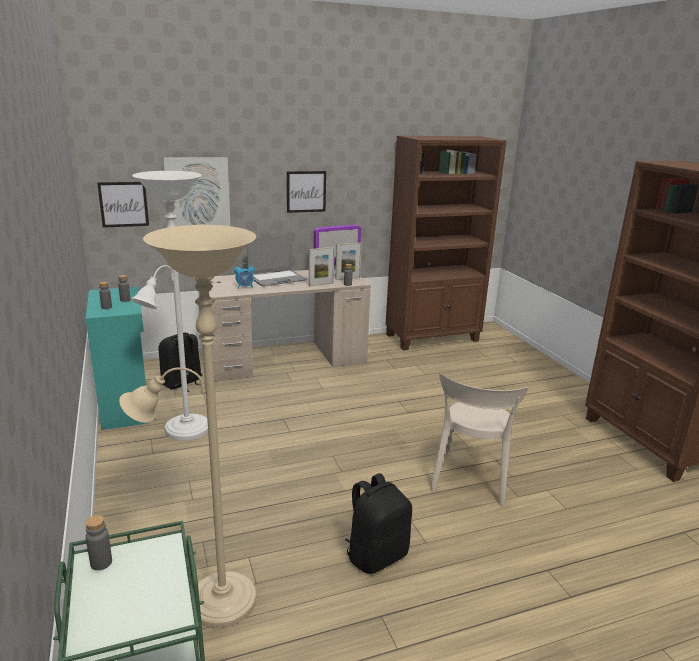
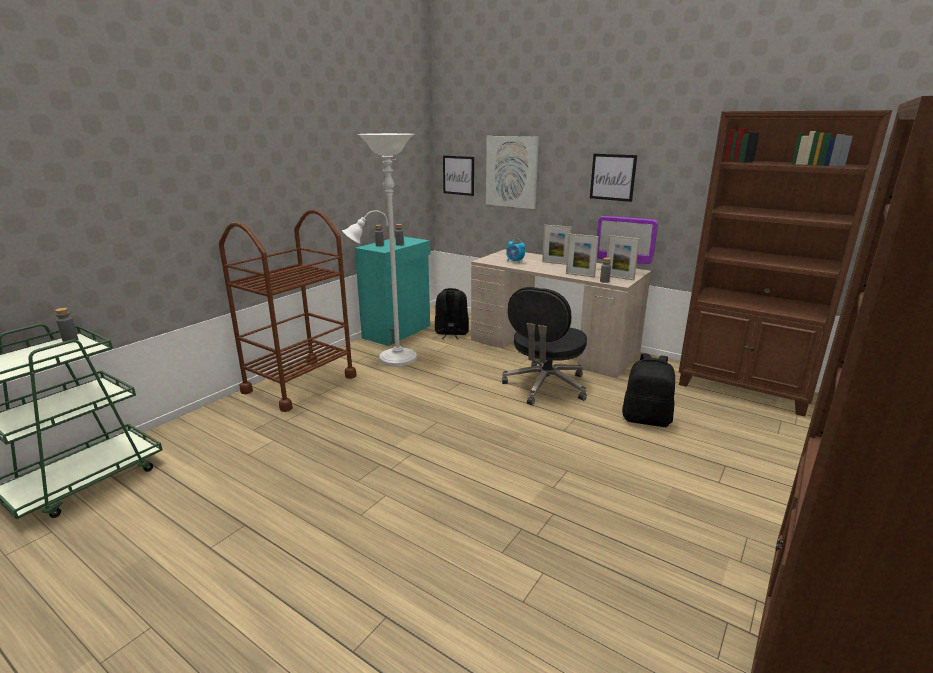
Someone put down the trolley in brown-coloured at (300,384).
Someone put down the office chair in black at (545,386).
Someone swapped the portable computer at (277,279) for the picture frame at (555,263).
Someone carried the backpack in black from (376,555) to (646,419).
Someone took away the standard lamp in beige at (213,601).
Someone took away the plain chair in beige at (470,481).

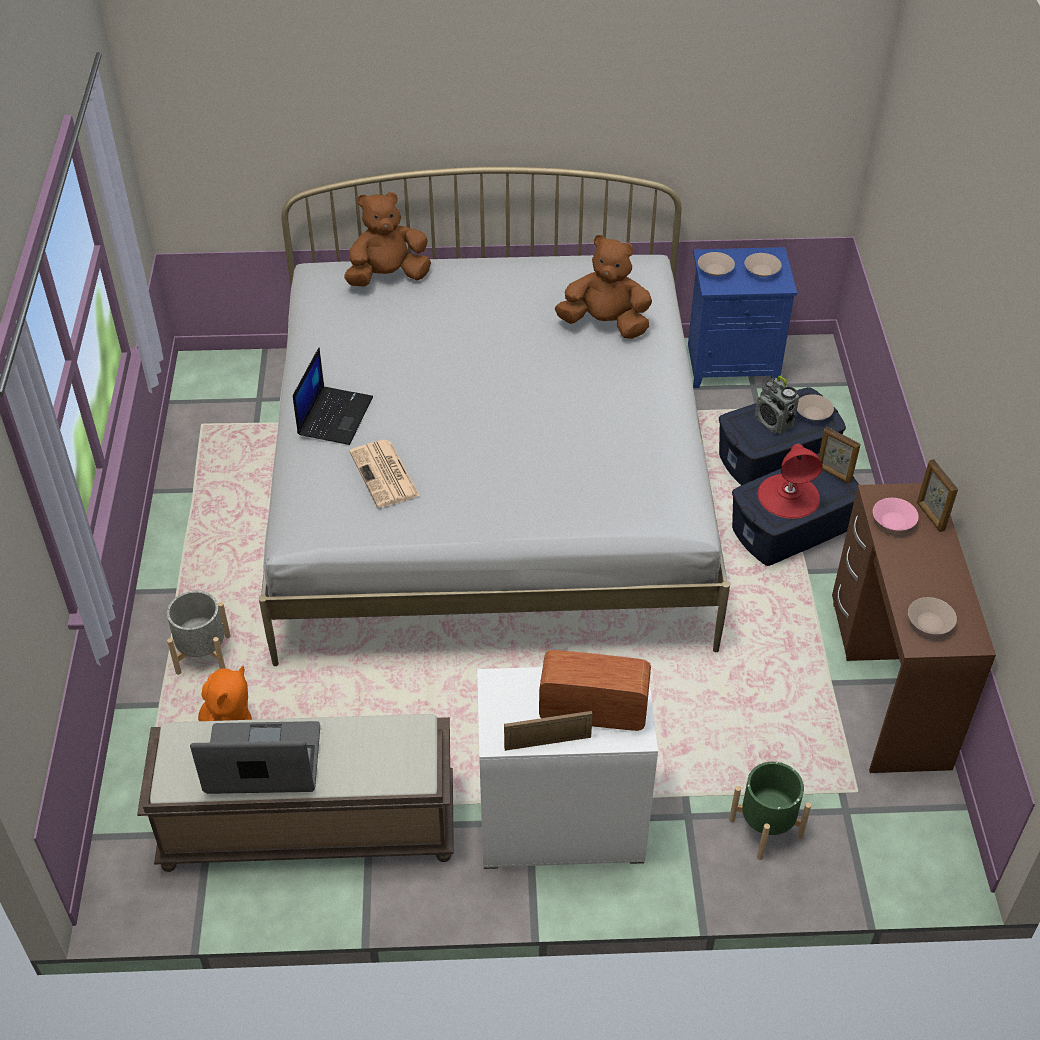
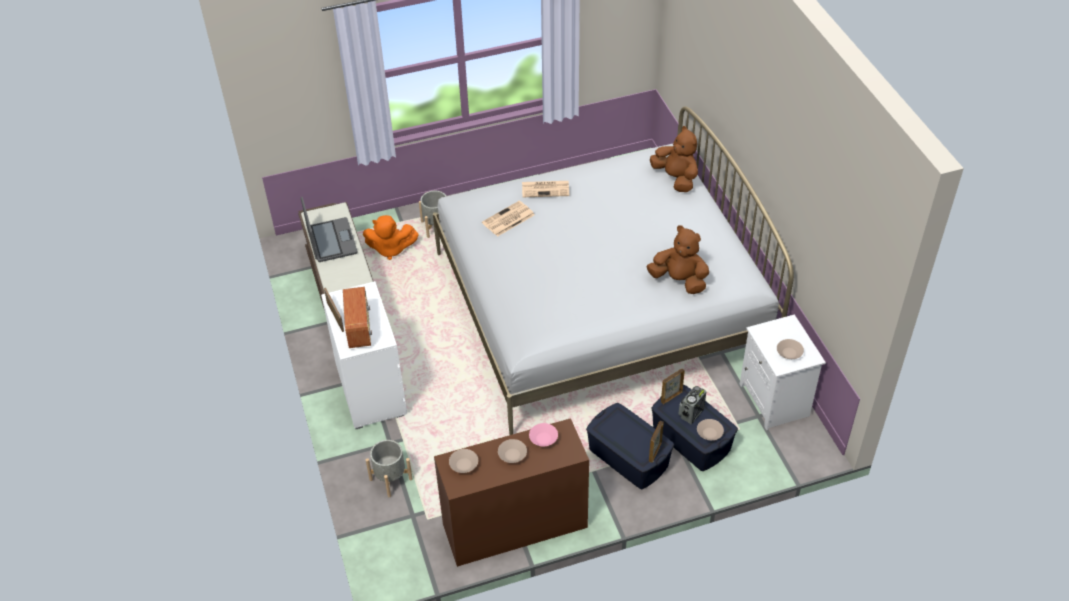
Someone repainted the flower pot in green-coloured at (766,828), which became the flower pot in grey at (391,479).
Someone carried the serving bowl in beige from (714,271) to (512,455).
Someone swapped the portable computer at (334,415) for the daily paper at (546,189).
Someone rotated the cuddly toy in brown-coloured at (605,324) by 60 degrees counterclockwise.
Someone carried the picture frame from (930,516) to (671,397).
Someone repainted the night table in blue-coloured at (733,364), which became the night table in white-coloured at (776,401).
Someone took away the lamp for a table in red-coloured at (789,496).

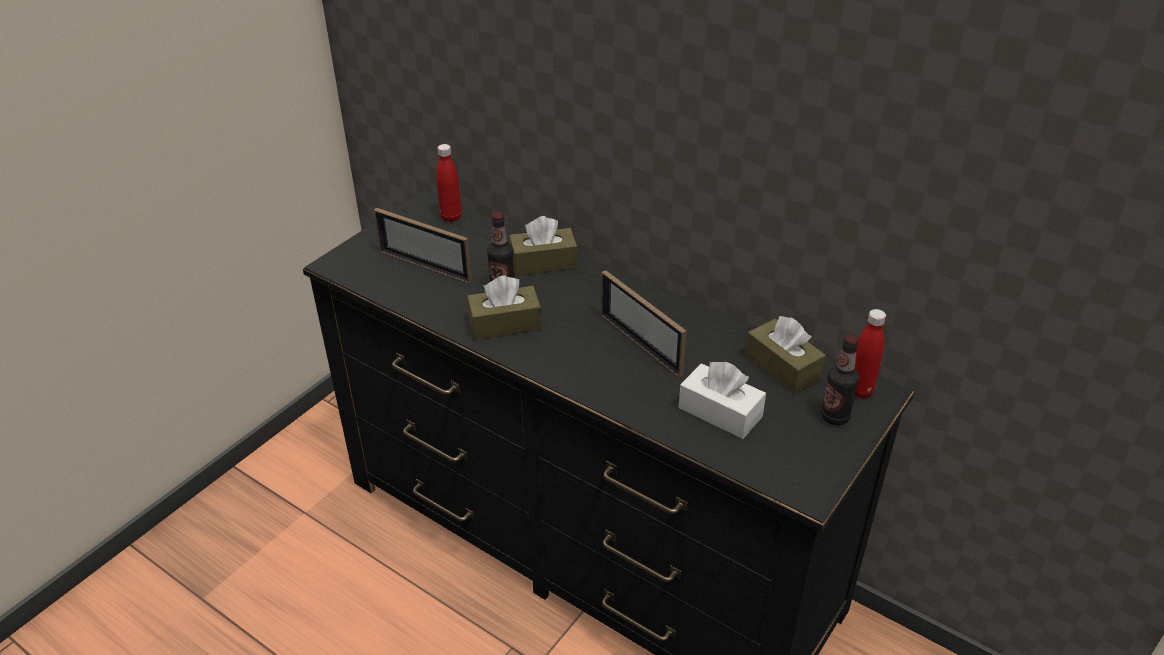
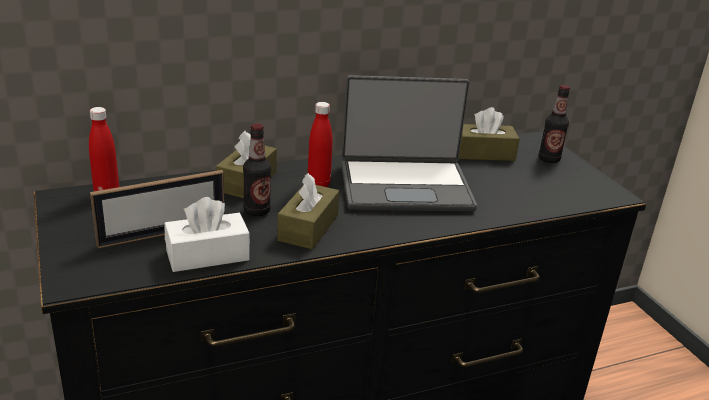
Someone carried the box of tissues in white-coloured from (720,412) to (207,255).
Someone carried the beverage bottle in red-coloured from (859,391) to (318,184).
Someone swapped the picture frame at (640,344) for the portable computer at (405,186).

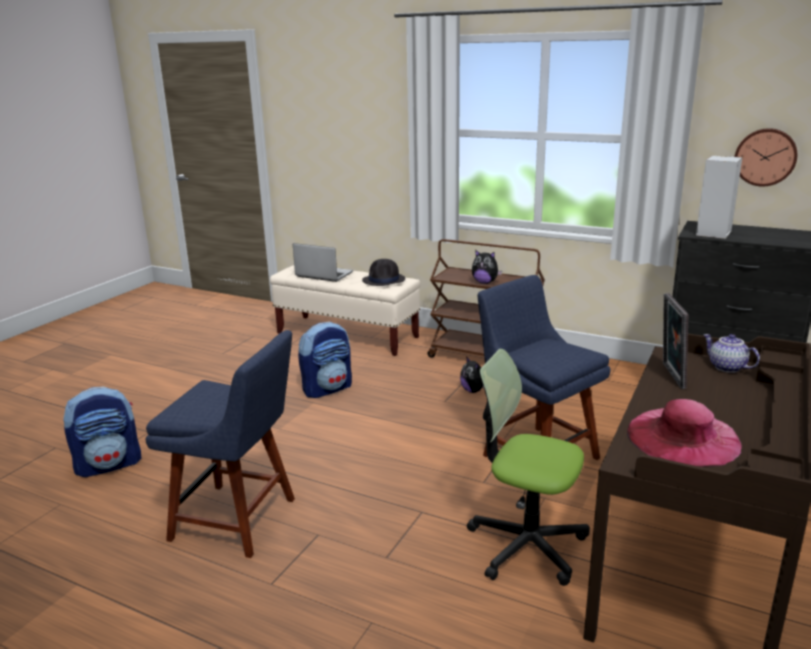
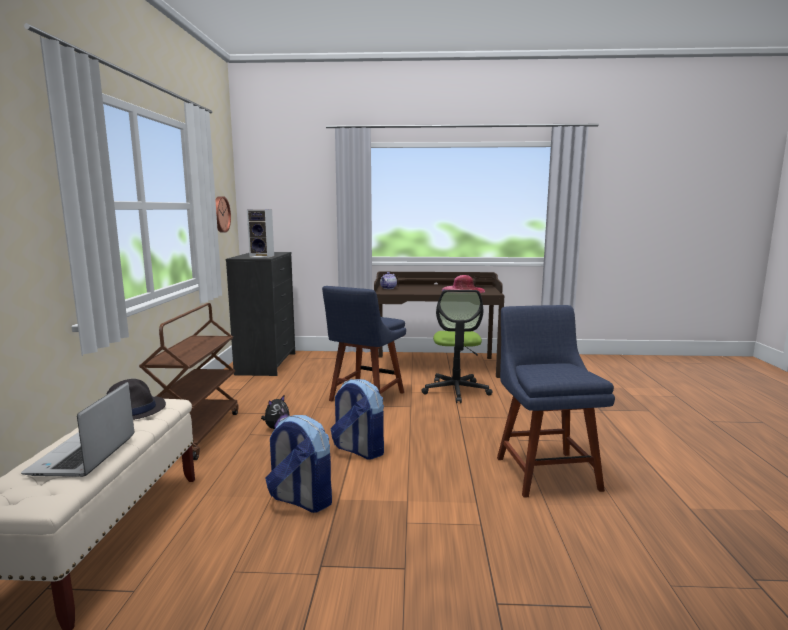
Someone carried the backpack from (109,464) to (358,450).
Someone took away the cuddly toy at (485,282).
Someone took away the picture frame at (670,376).

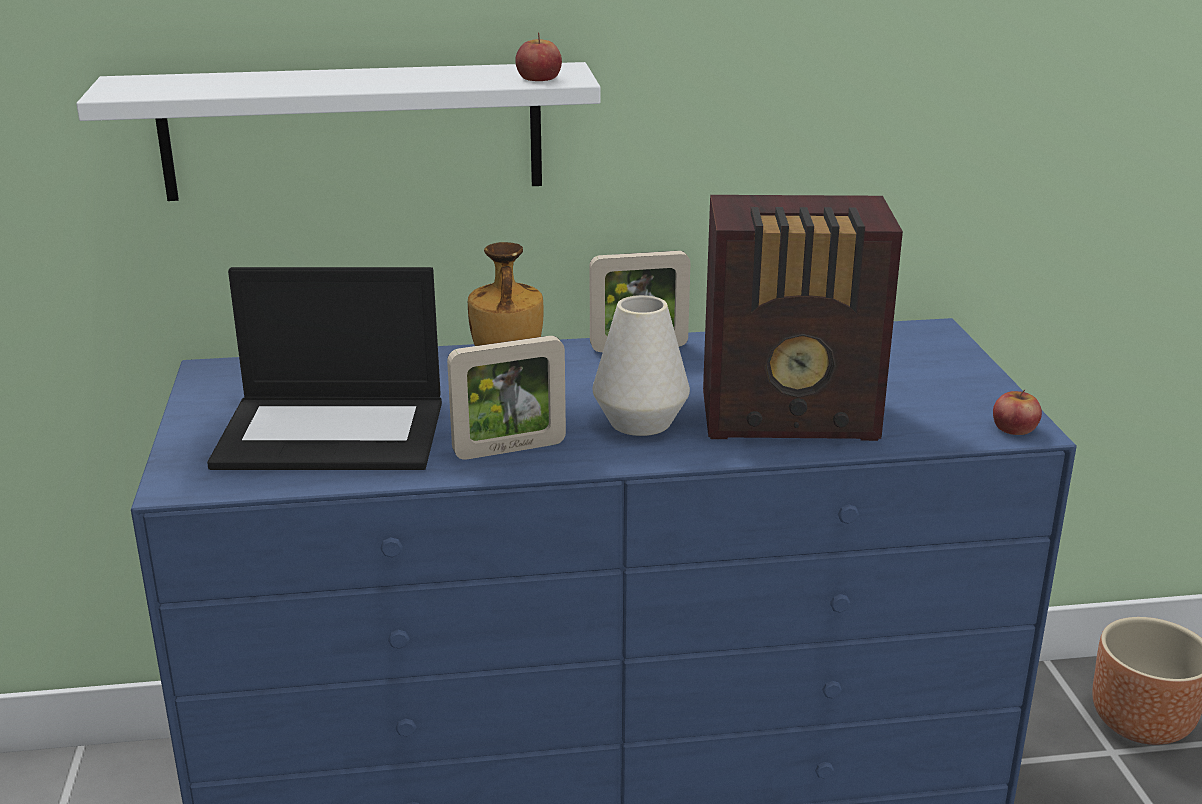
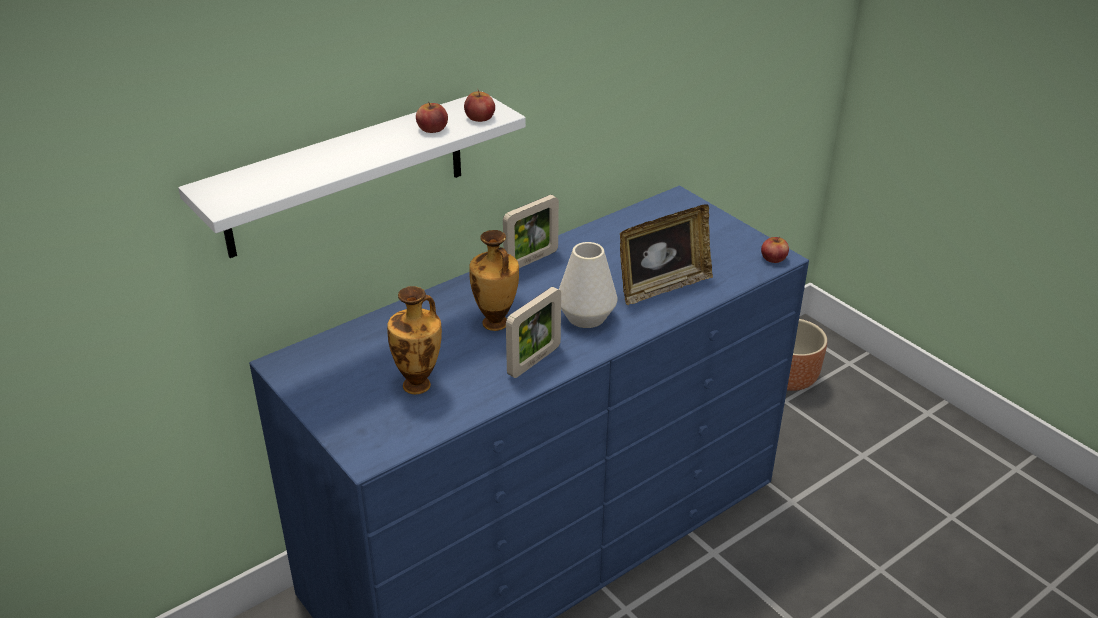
Someone swapped the portable computer at (334,432) for the flower vase at (419,385).
Someone put down the apple at (432,128).
Someone swapped the radio receiver at (793,418) for the picture frame at (662,287).

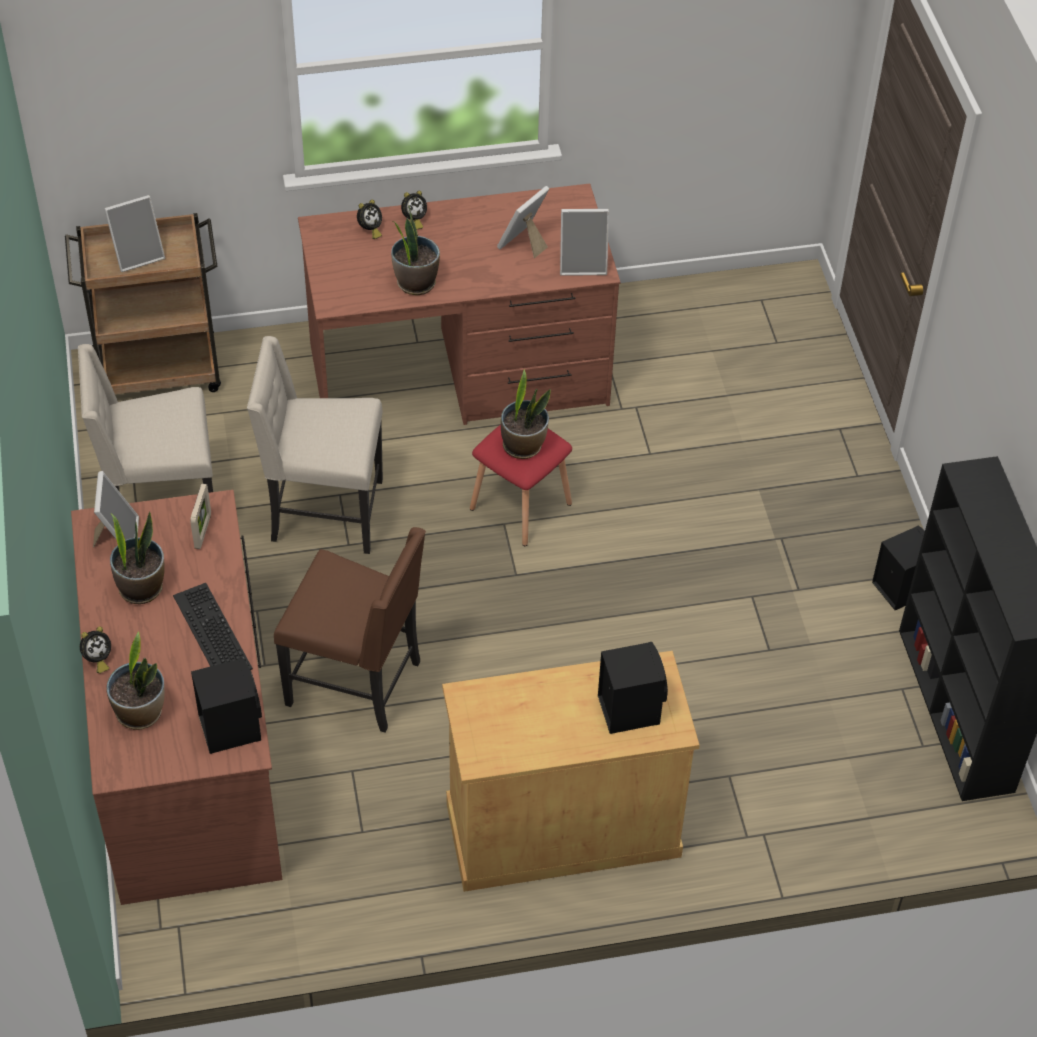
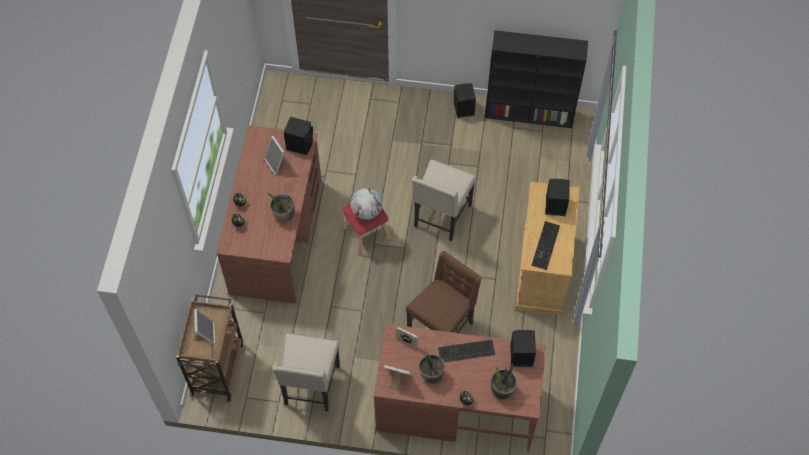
Someone swapped the picture frame at (583,263) for the loudspeaker in black at (300,144).
Someone swapped the houseplant at (523,445) for the world globe at (366,211).
Someone carried the plain chair in beige from (324,512) to (441,216).
Someone put down the computer keyboard at (546,246).

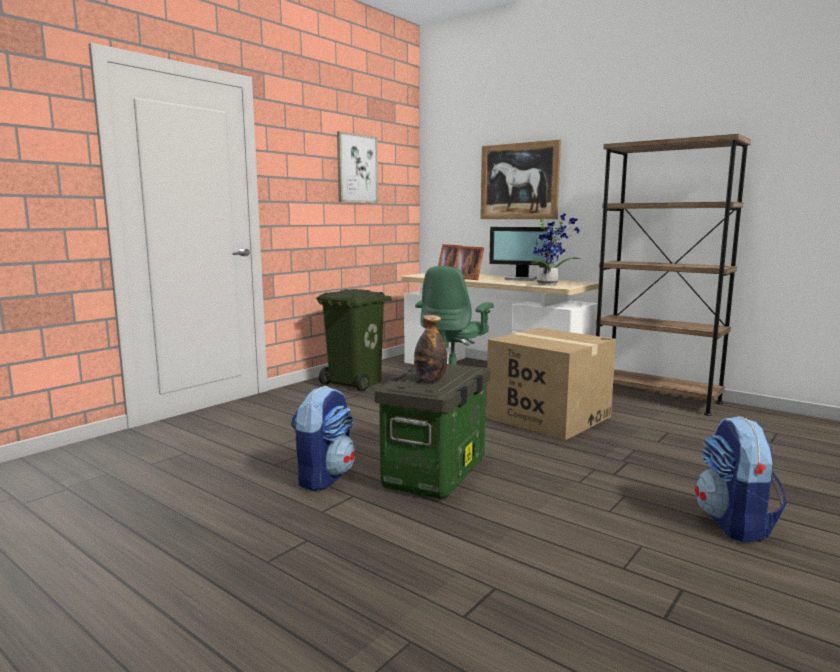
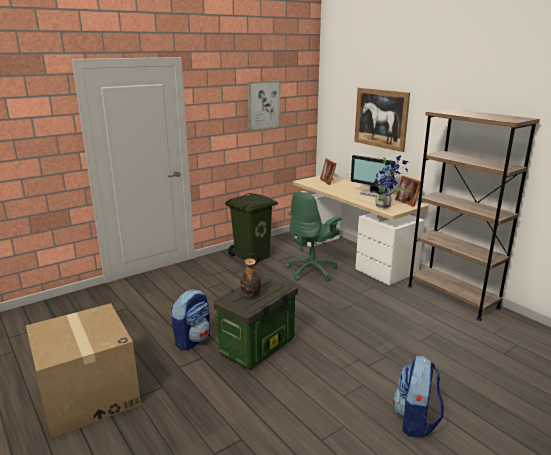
Someone carried the cardboard box from (548,417) to (88,395).
Someone carried the picture frame from (468,278) to (407,202).

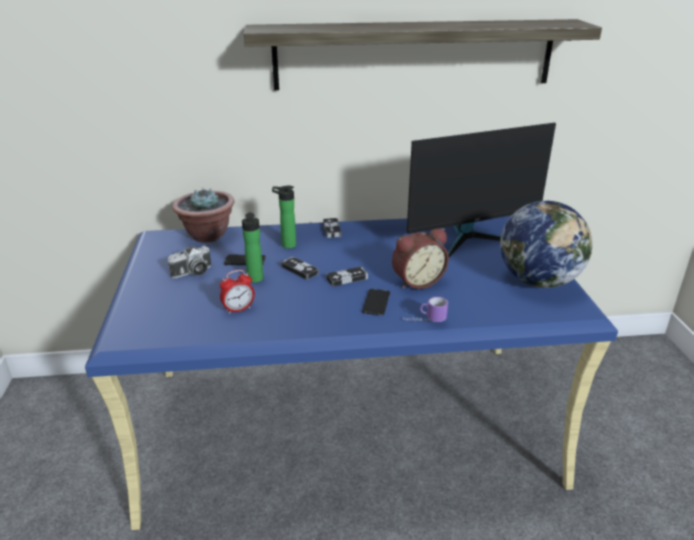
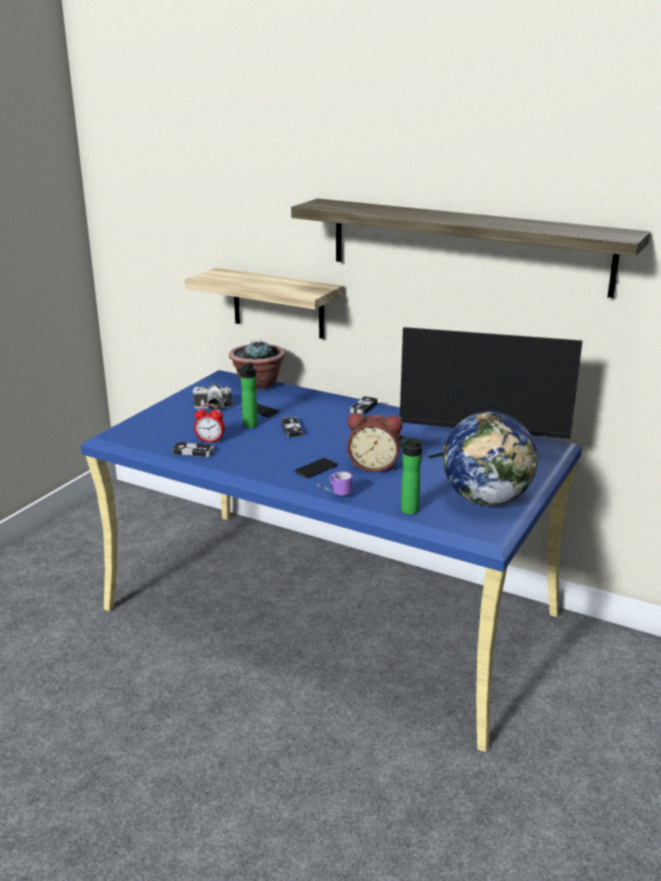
Someone carried the game controller from (347,278) to (193,452).
Someone put up the shelf at (278,303).
Someone carried the beverage bottle from (286,245) to (406,509).

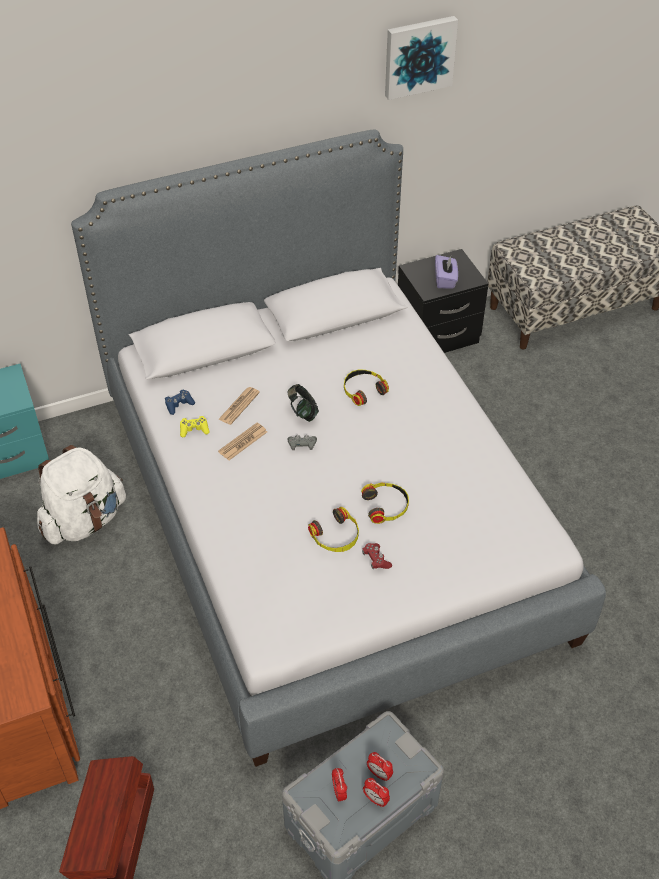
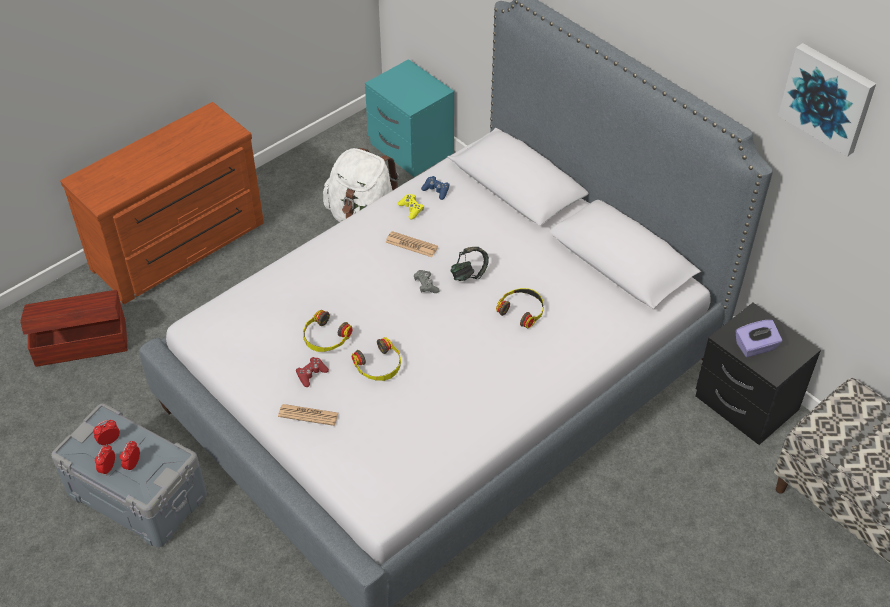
Someone carried the daily paper from (239,406) to (308,415).

